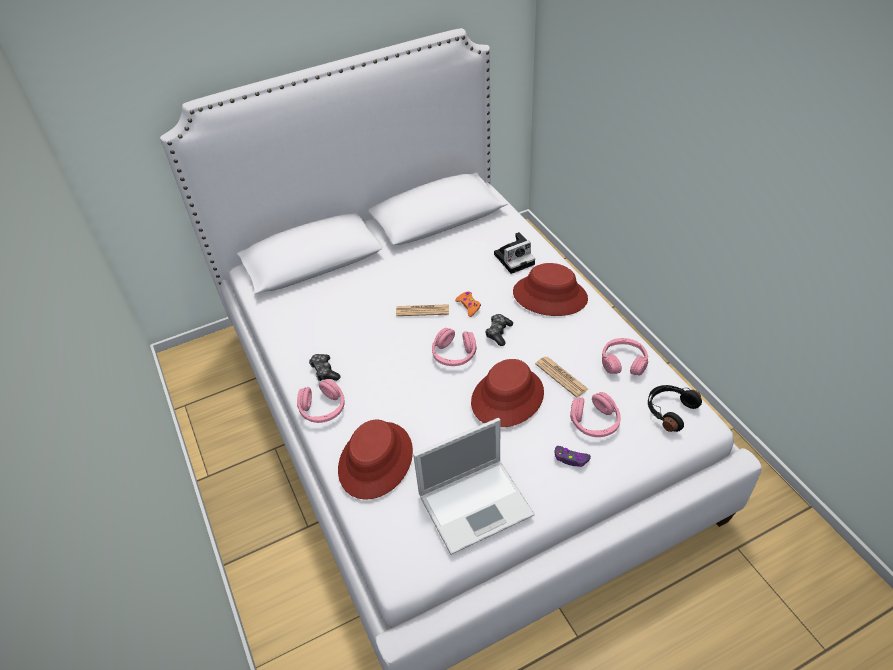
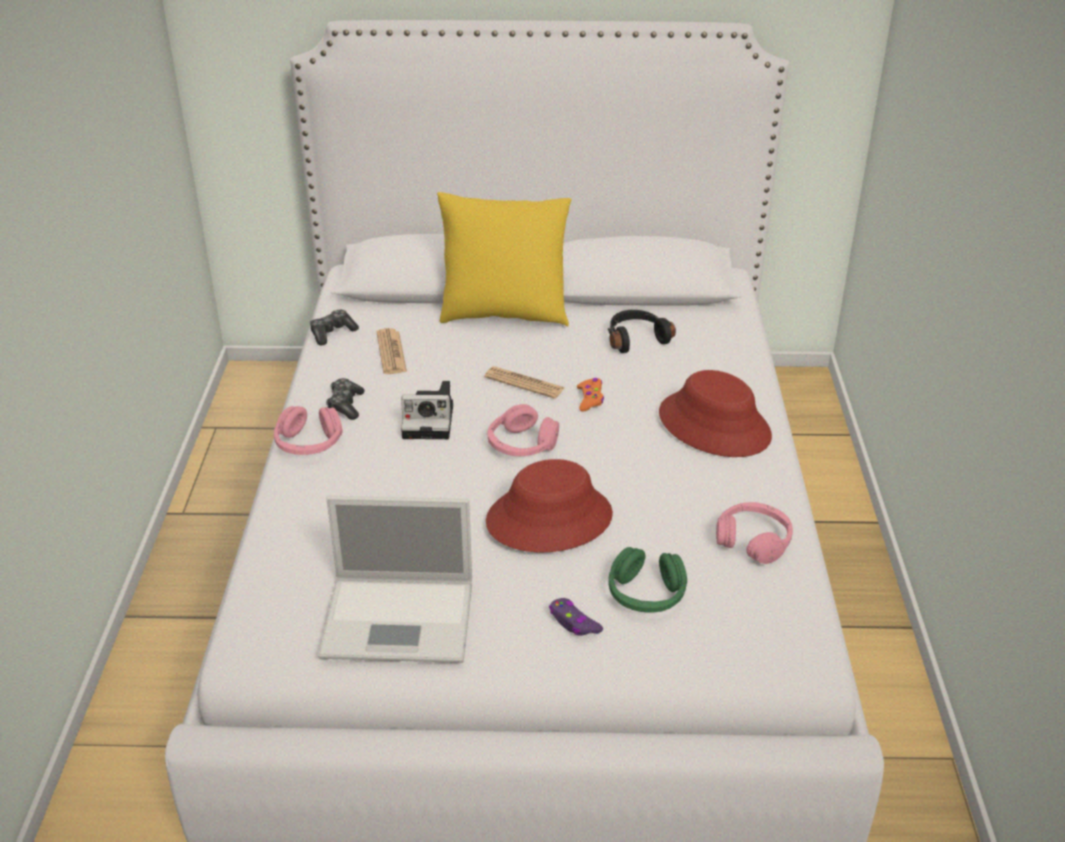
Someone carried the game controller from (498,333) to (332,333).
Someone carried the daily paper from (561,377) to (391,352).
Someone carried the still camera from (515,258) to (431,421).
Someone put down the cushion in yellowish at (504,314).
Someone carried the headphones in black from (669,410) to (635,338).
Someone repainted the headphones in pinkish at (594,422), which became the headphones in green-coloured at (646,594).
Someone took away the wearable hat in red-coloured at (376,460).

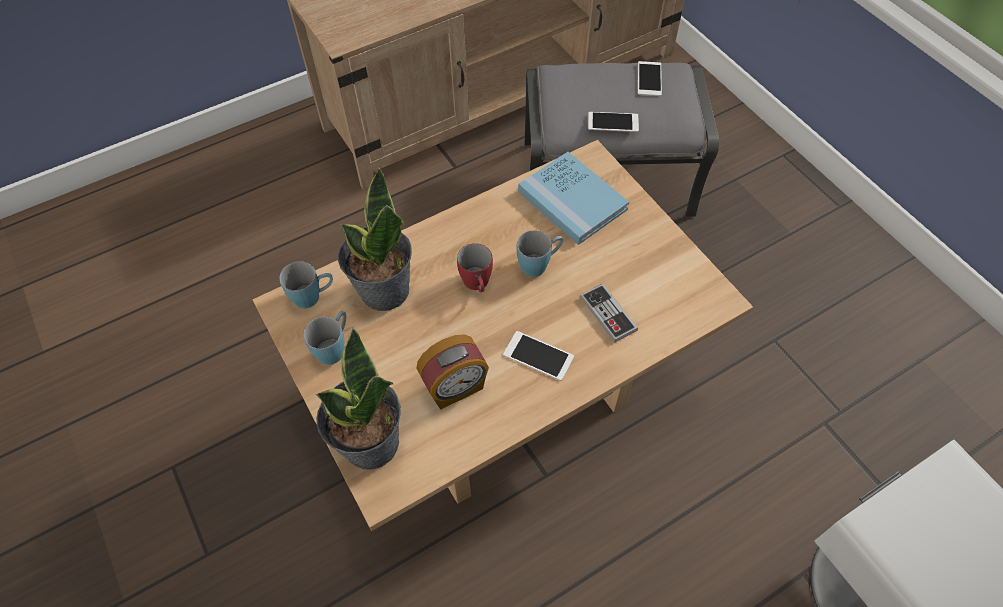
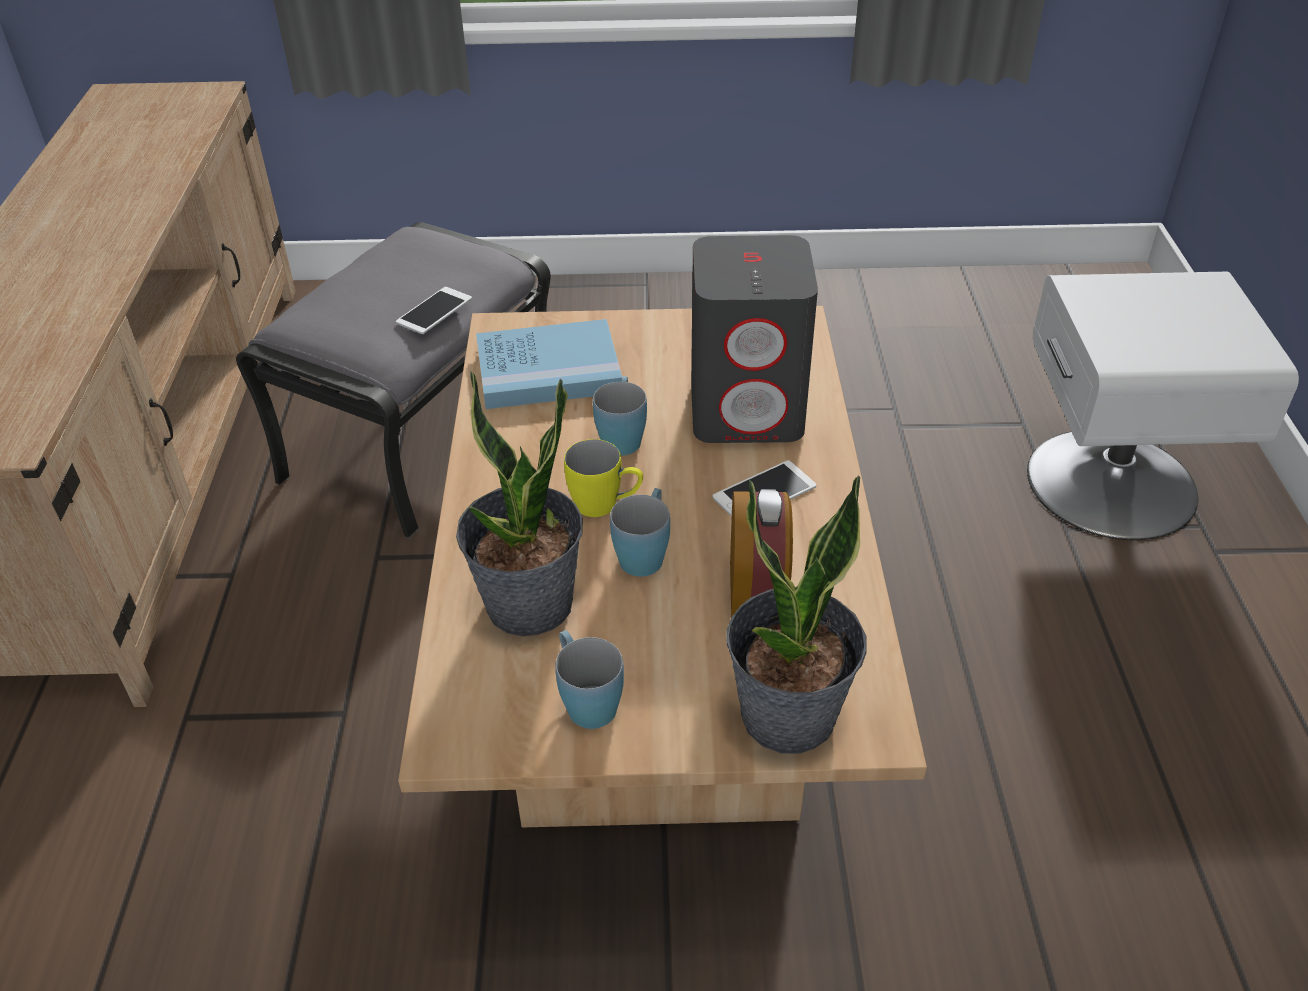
Someone repainted the mug in red-coloured at (477,285), which became the mug in yellowish at (606,505).
Someone carried the mug in blue-coloured from (313,296) to (645,553).
Someone swapped the game controller at (608,314) for the loudspeaker in grey at (748,410).
Someone took away the telephone at (649,79).

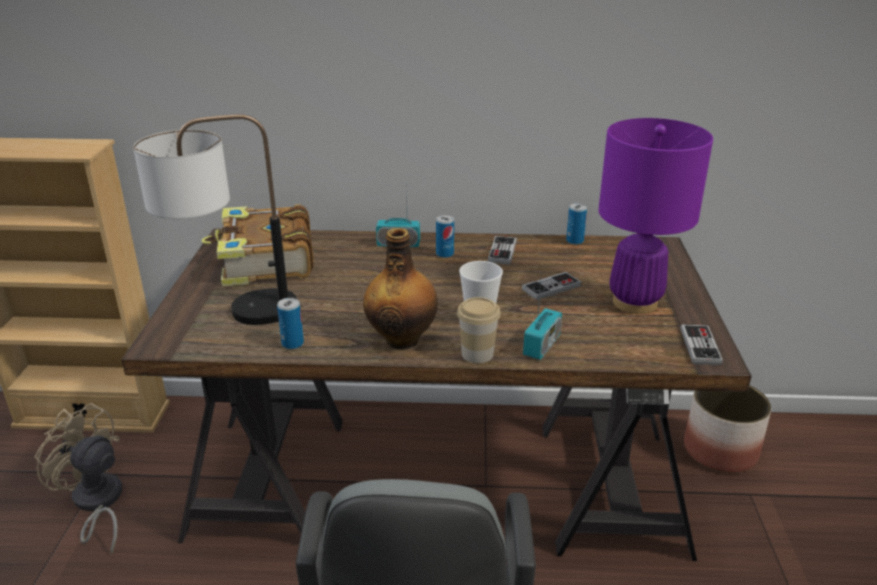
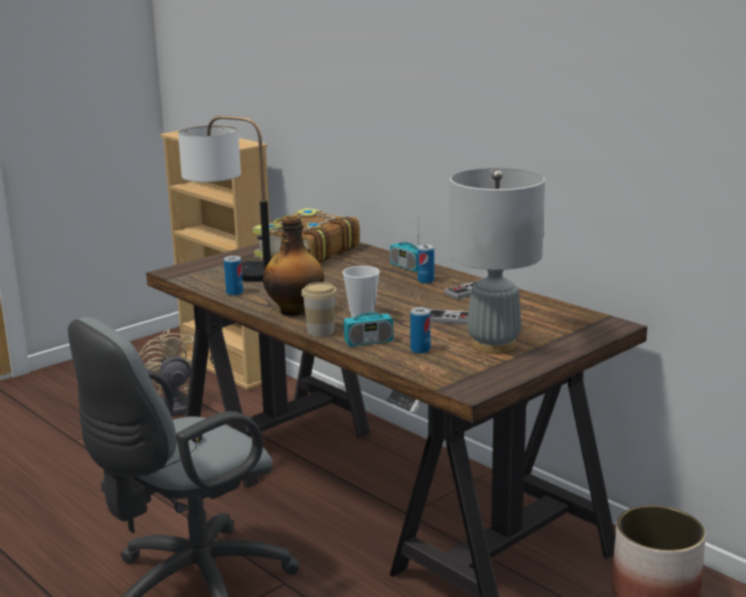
Someone carried the can from (574,241) to (420,350).
Someone repainted the lamp for a table in purple-coloured at (634,302), which became the lamp for a table in grey at (494,345).
Someone took away the game controller at (700,346).

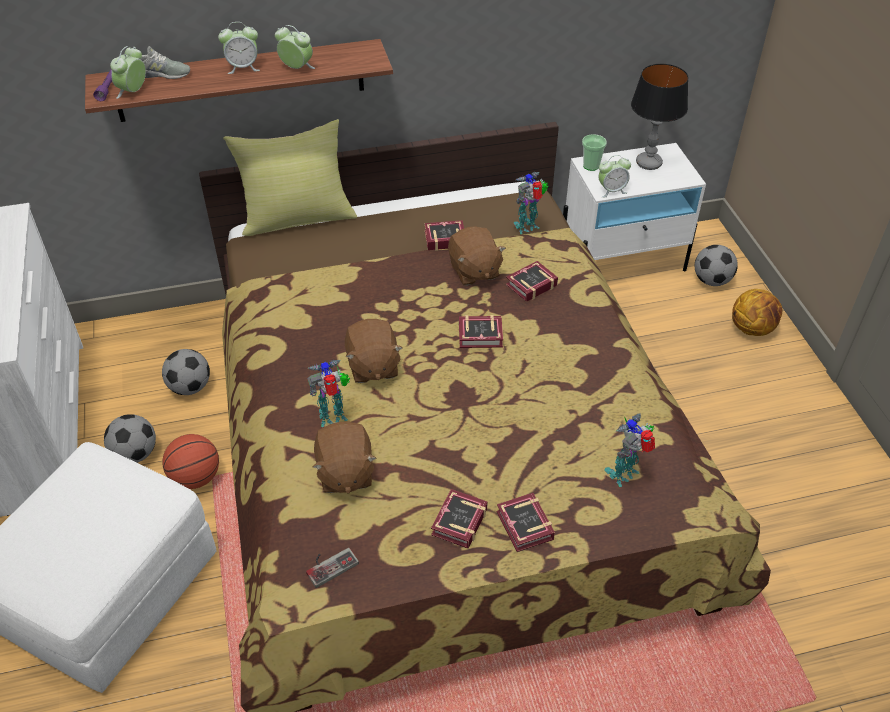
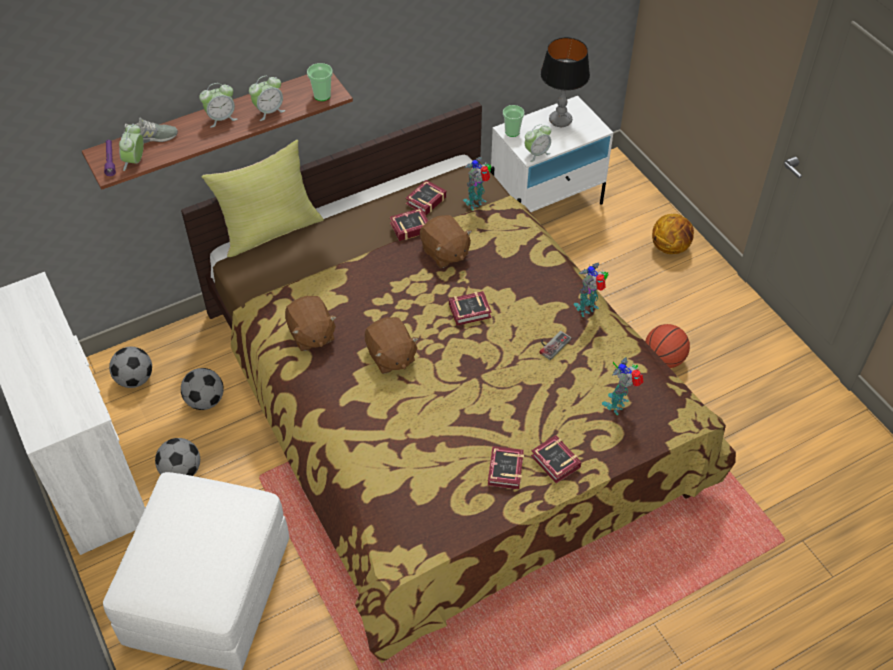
Someone carried the ball for football from (712,281) to (135,379).
Someone rotated the table clock at (296,68) by 135 degrees clockwise.
Someone carried the cuddly toy in brown-coloured from (345,473) to (311,335).
Someone put down the drinking cup at (322,95).
Someone carried the volume from (529,285) to (424,201).
Someone carried the game controller from (329,564) to (552,344).
Someone carried the robot figure from (334,418) to (588,308).
Someone carried the basketball from (196,477) to (663,359).

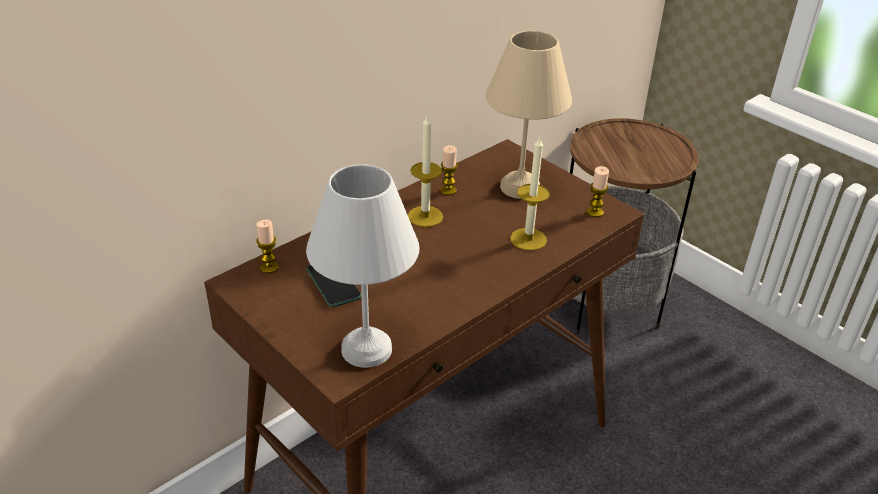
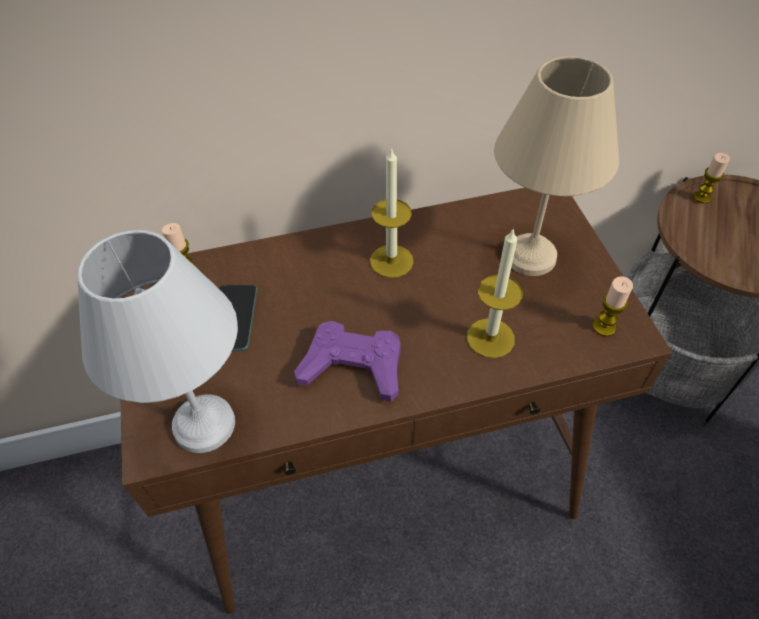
Someone put down the game controller in purple-coloured at (353,366).
Someone carried the wax candle from (448,190) to (702,197).

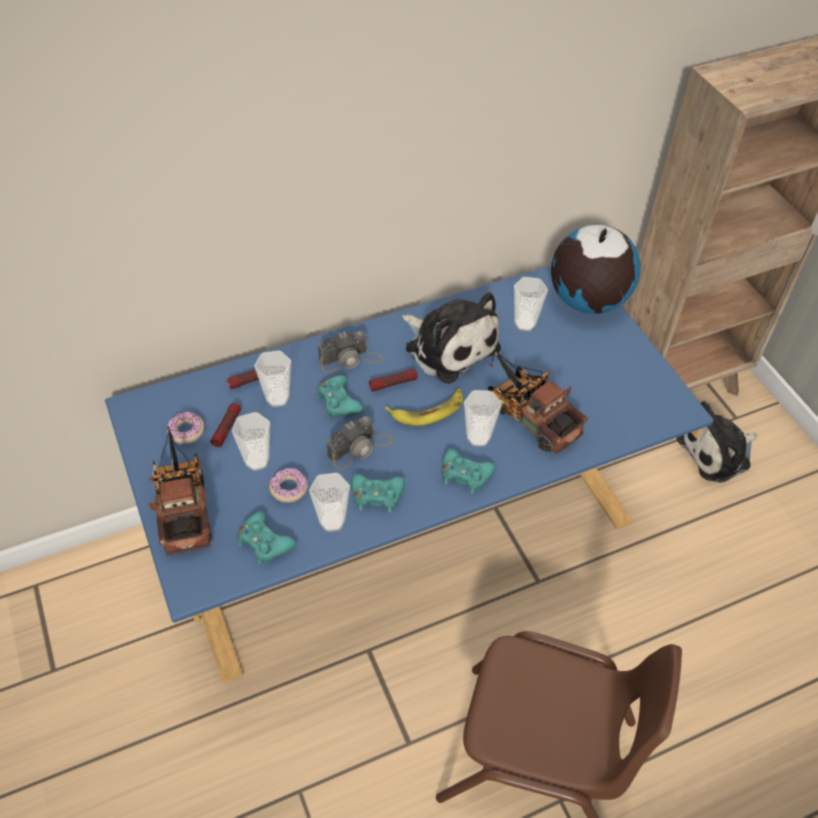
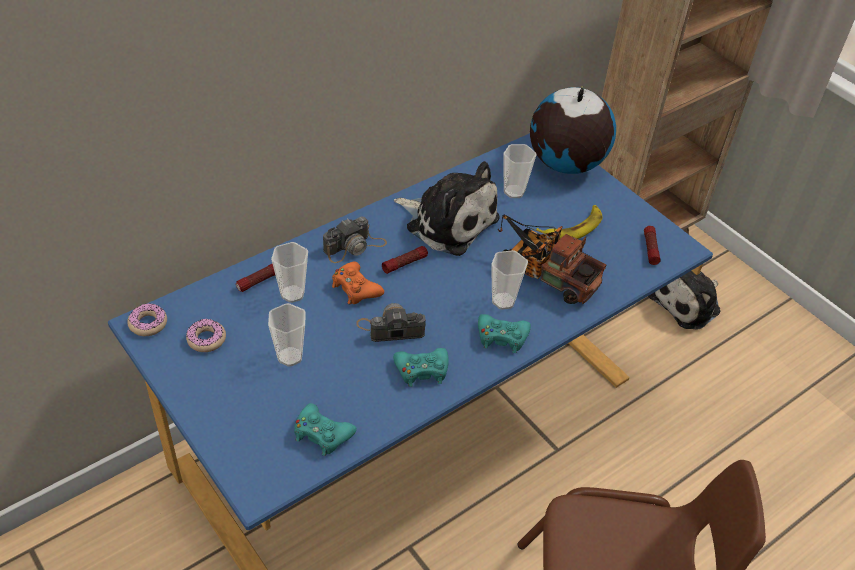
Someone carried the doughnut from (289,488) to (148,324).
Someone repainted the game controller in turquoise-coloured at (338,402), which became the game controller in orangey at (355,288).
Someone rotated the still camera at (360,448) by 135 degrees counterclockwise.
Someone carried the whole banana from (428,410) to (573,227).
Someone carried the flashlight from (227,428) to (650,249).
Someone took away the toy truck at (183,504).
Someone took away the drinking cup at (332,521).

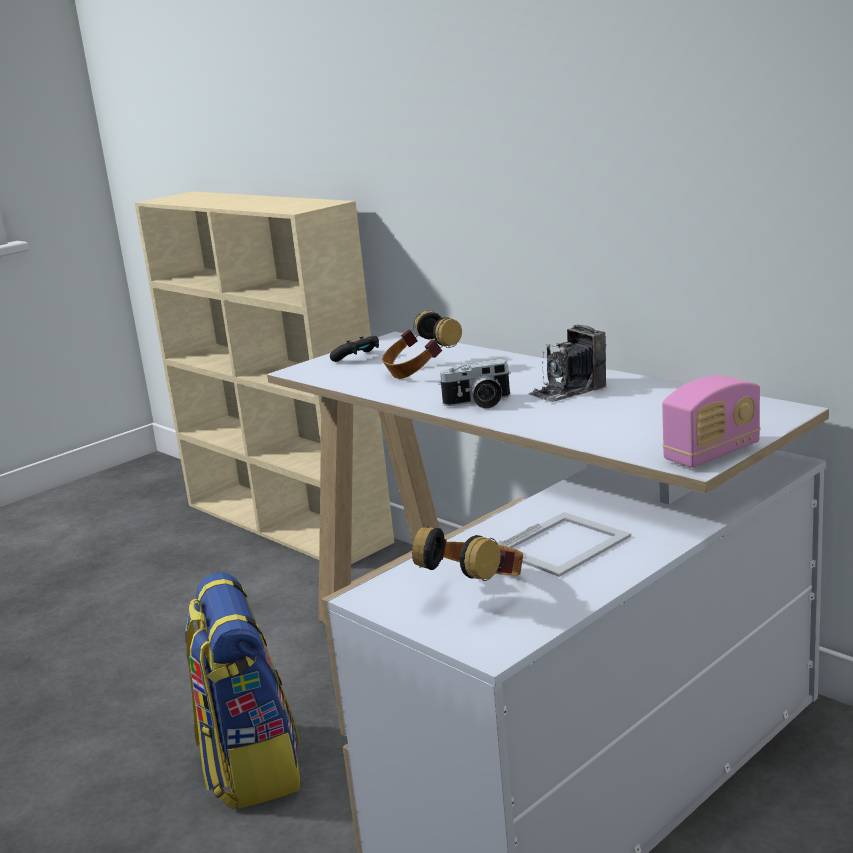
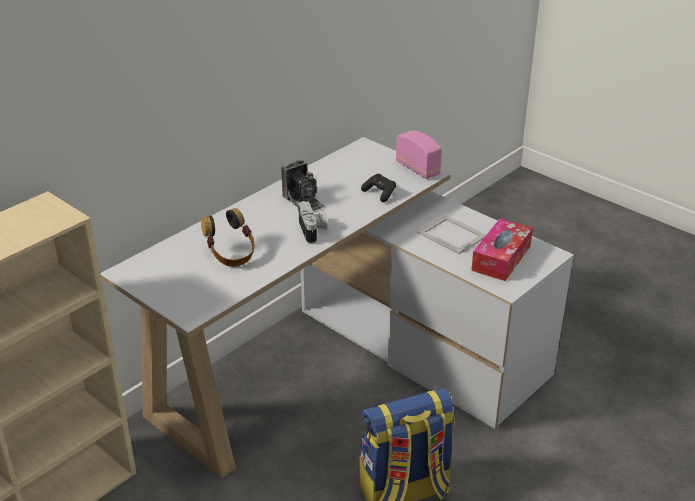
Someone carried the game controller in black from (358,358) to (380,193).
Someone swapped the headphones at (477,591) for the box of tissues at (501,258).

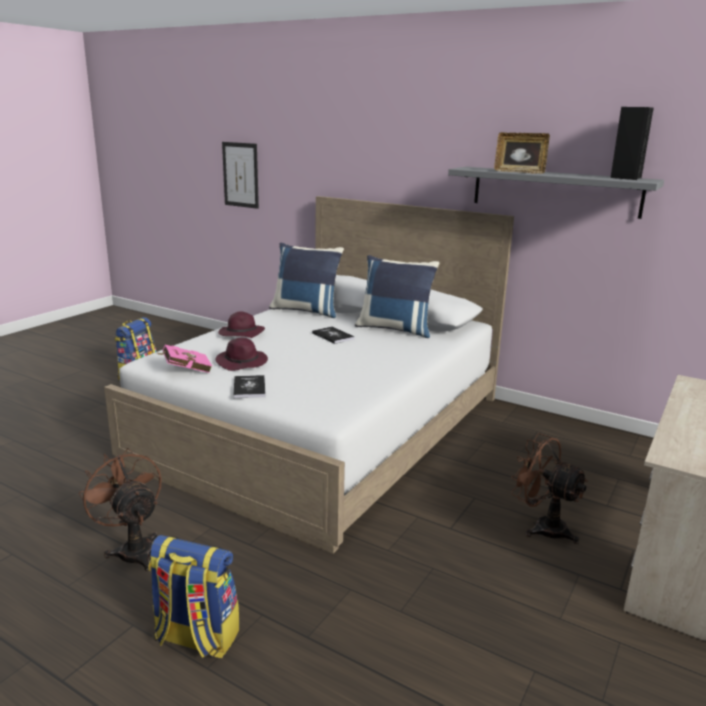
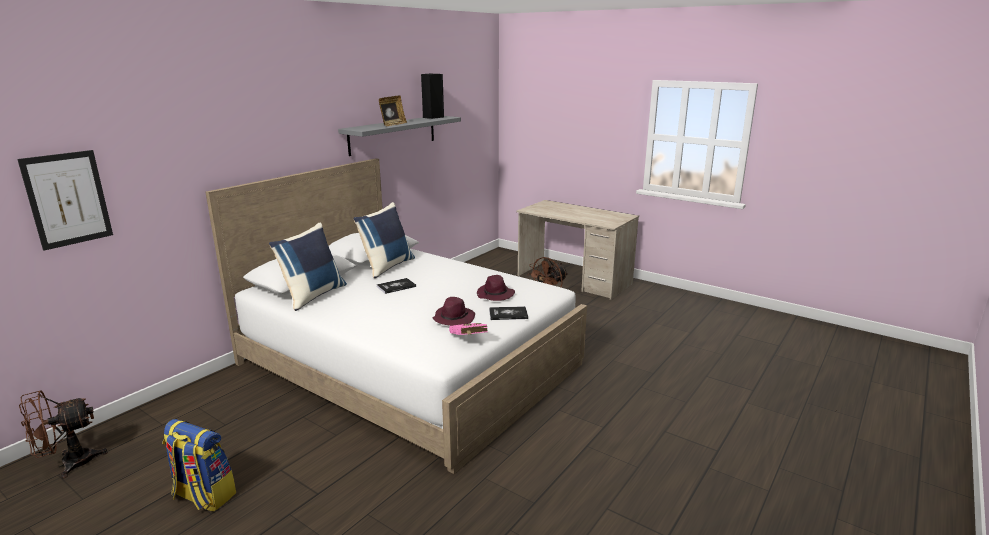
Someone carried the fan in brown-coloured from (133,549) to (68,464).
Someone carried the wearable hat in purple-coloured from (241,334) to (496,295).
Someone took away the backpack at (195,637).

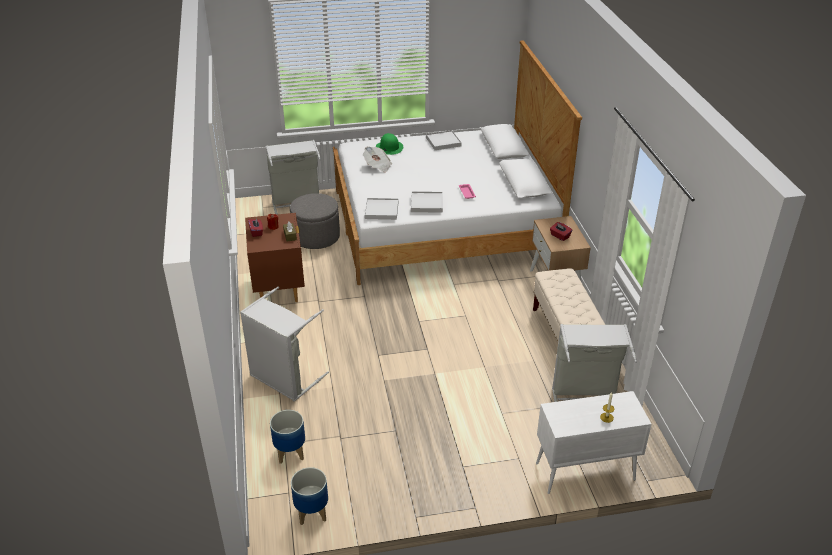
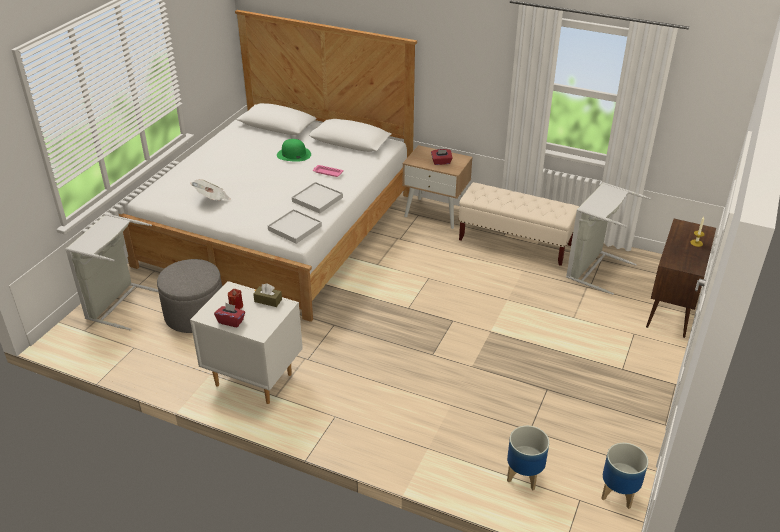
Someone repainted the night table in brown-coloured at (279,289), which became the night table in white-coloured at (254,379).
Someone carried the wearable hat in green-coloured from (389,147) to (293,154).
Someone repainted the storage cabinet in white-coloured at (584,472), which became the storage cabinet in brown-coloured at (672,308).
Someone took away the laundry basket in grey at (284,379).
Someone took away the serving tray in white-coloured at (443,142).

